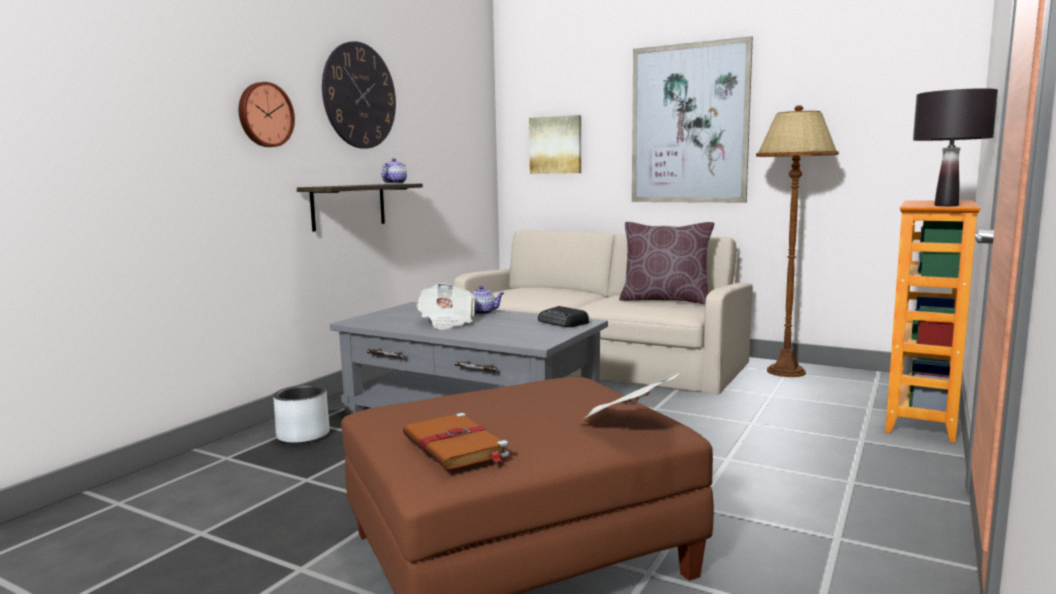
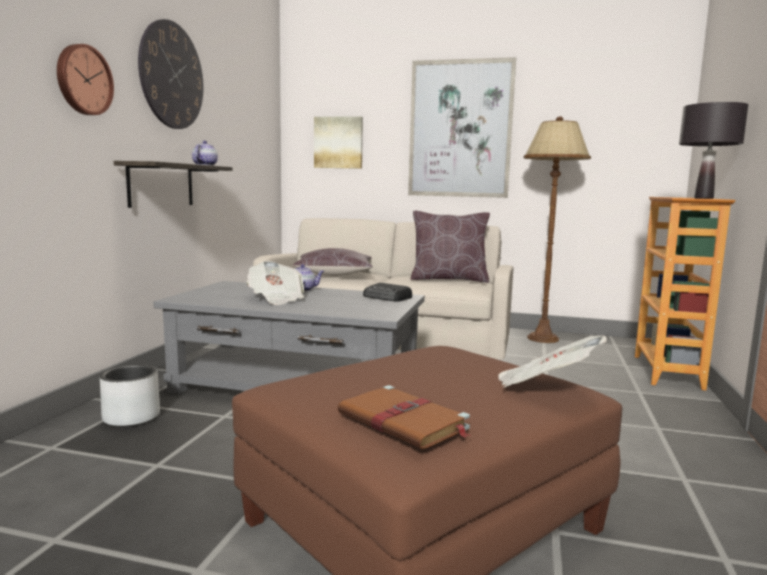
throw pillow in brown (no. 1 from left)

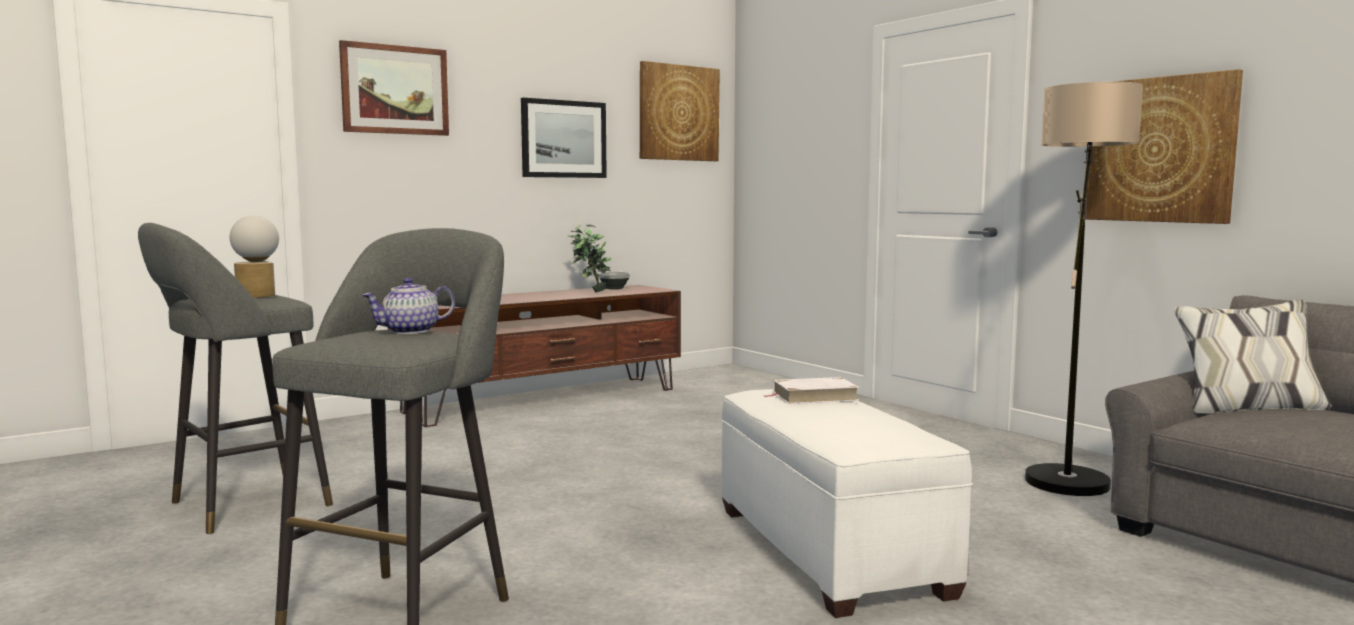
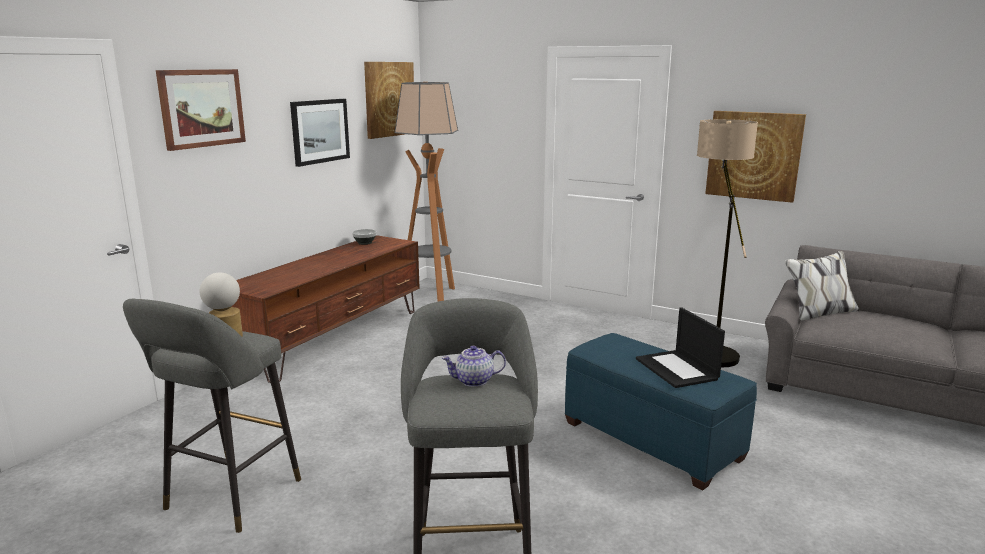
teapot
potted plant
ottoman in blue-coloured
book in white
standing lamp (no. 1 from left)
notebook computer

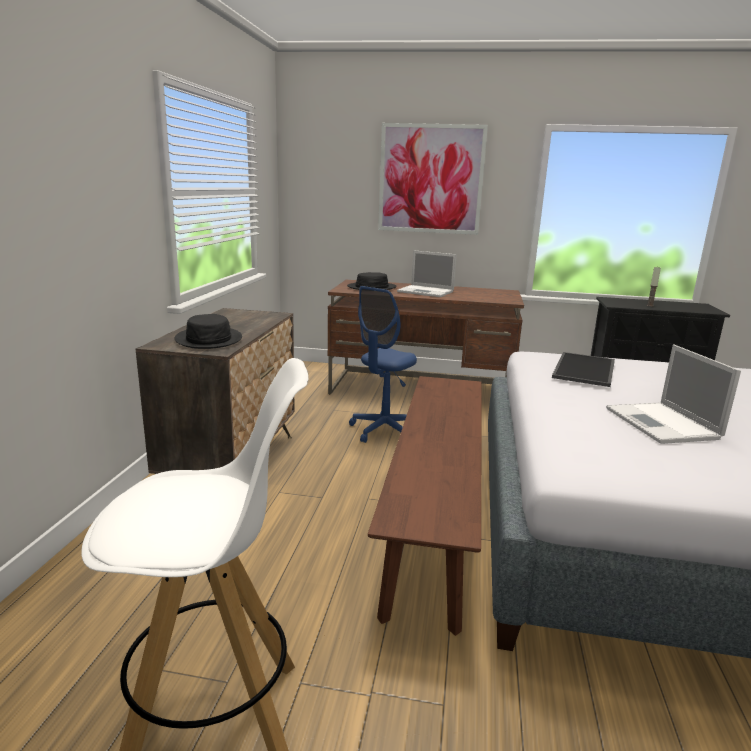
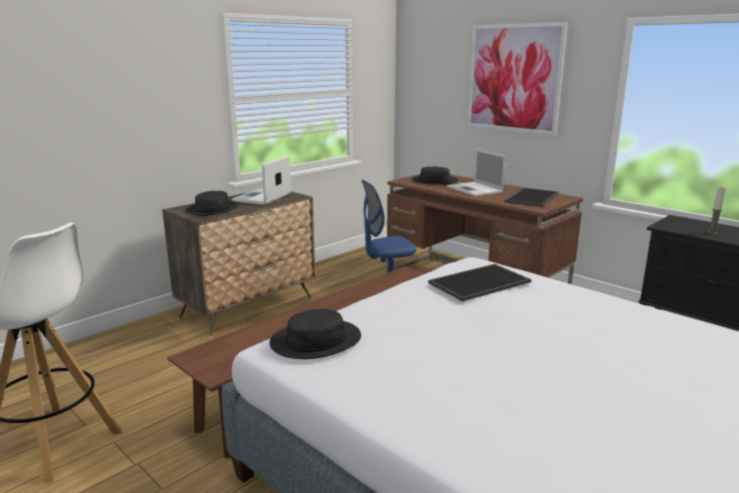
notebook computer (no. 1 from left)
clothing hat in black-coloured (no. 2 from left)
carrying tray (no. 2 from left)

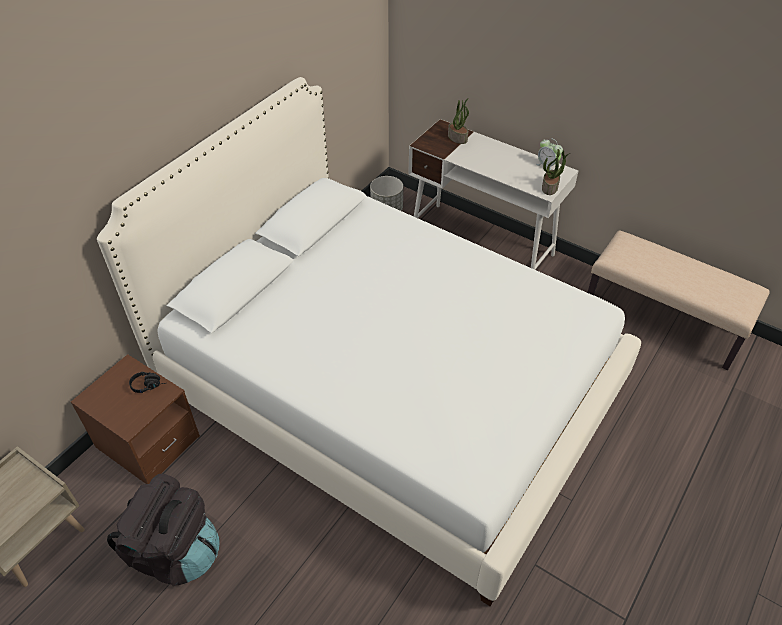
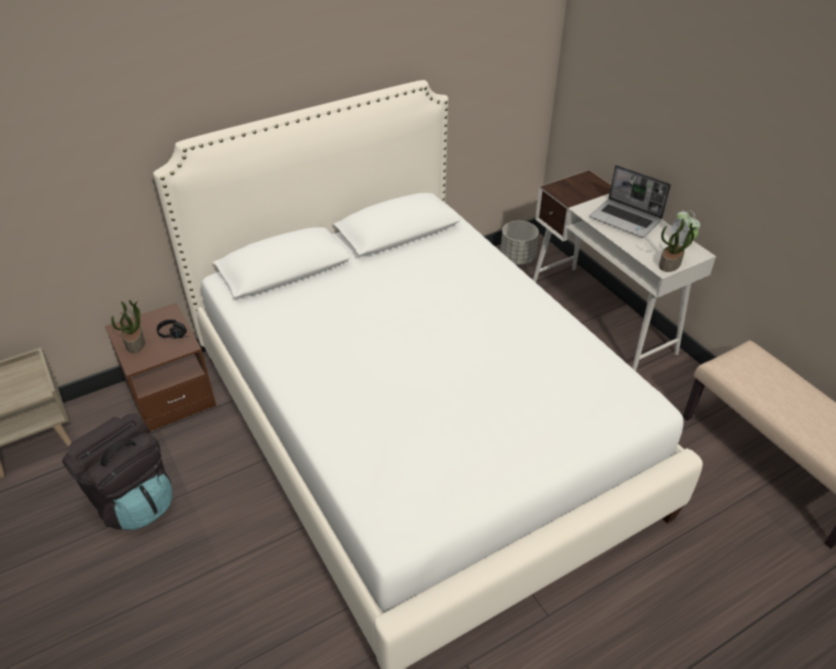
potted plant (no. 1 from left)
notebook computer

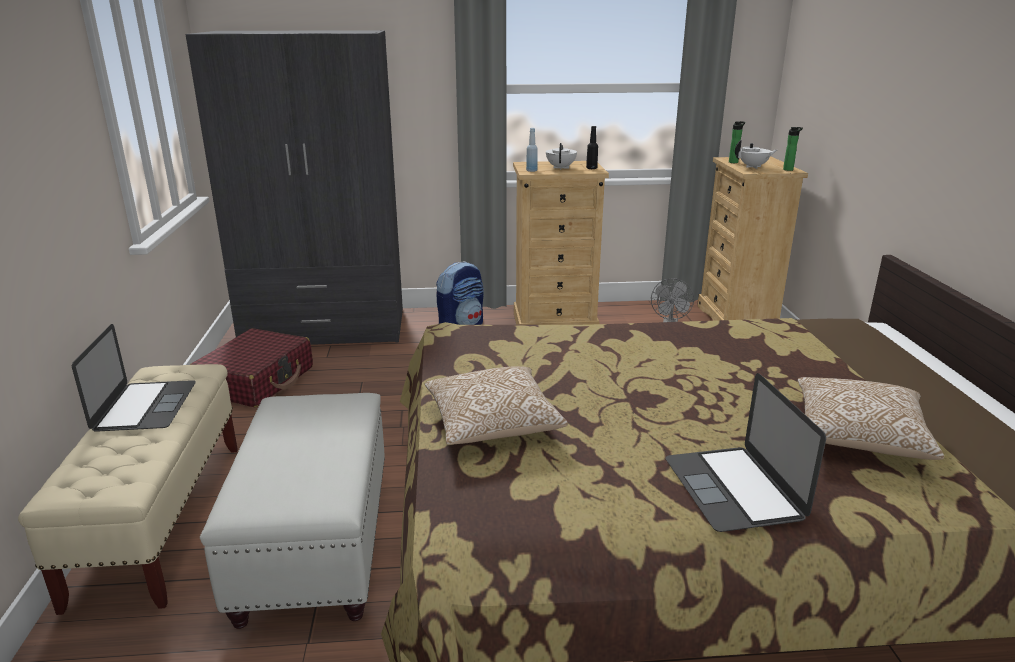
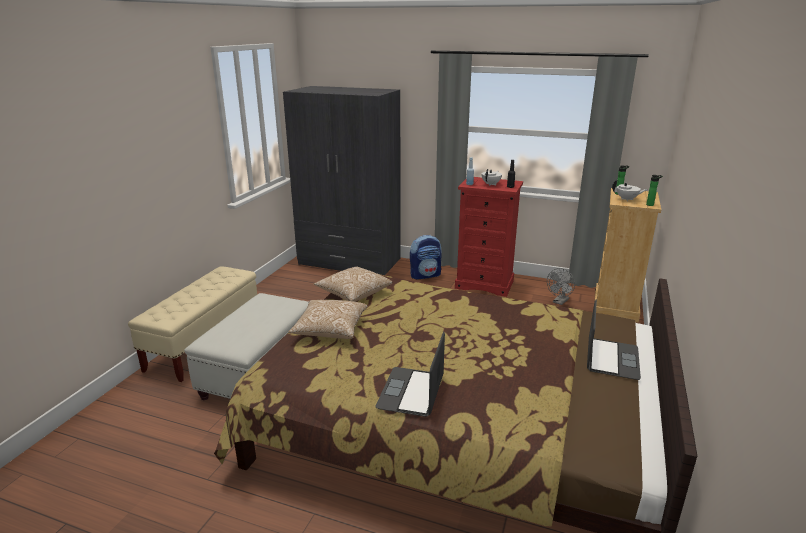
notebook computer (no. 2 from left)
travel case in reddish
chest of drawers in reddish
throw pillow (no. 2 from left)

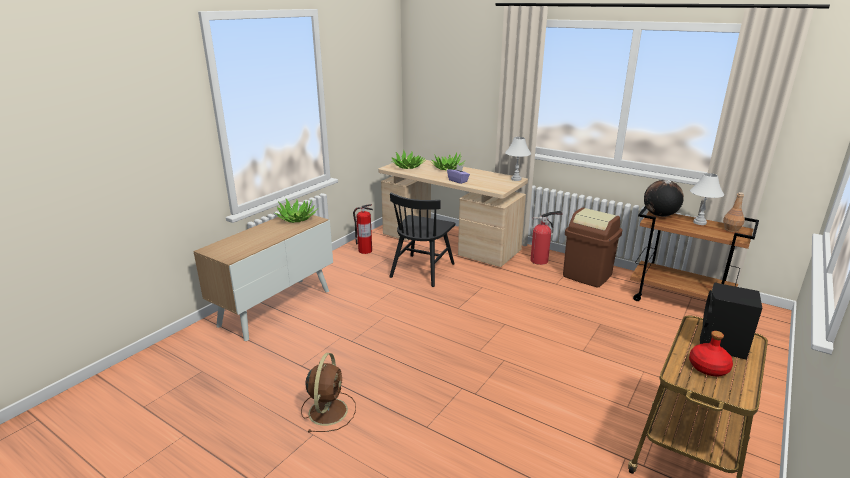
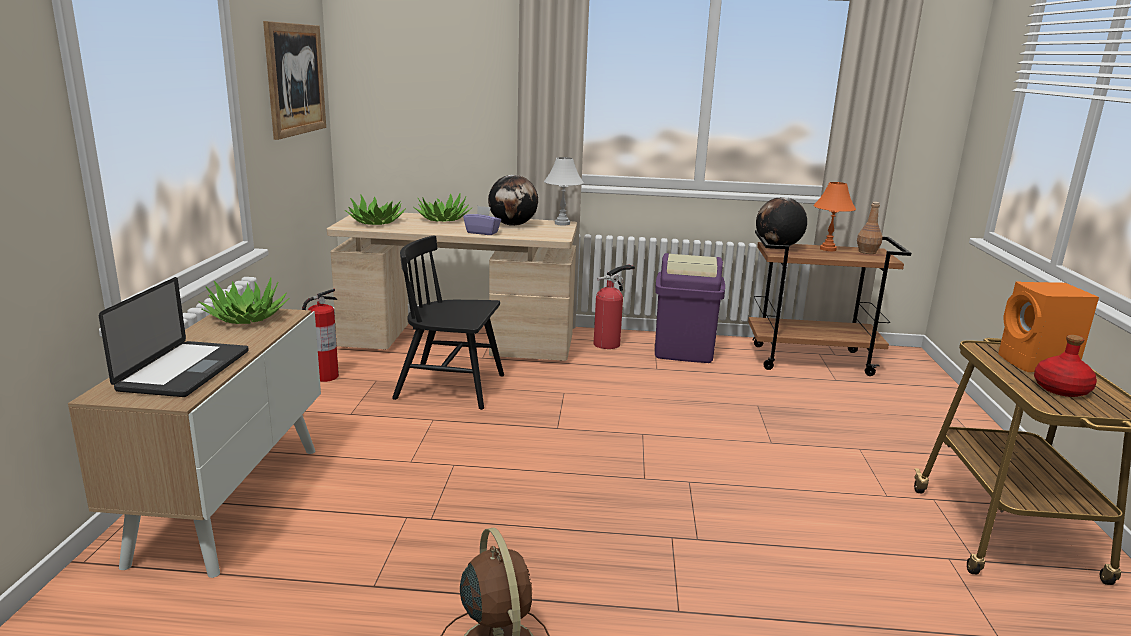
plain chair in black-coloured
rubbish bin in purple
tabletop lamp in orangey
speaker in orangey
notebook computer
wall art
globe (no. 1 from left)

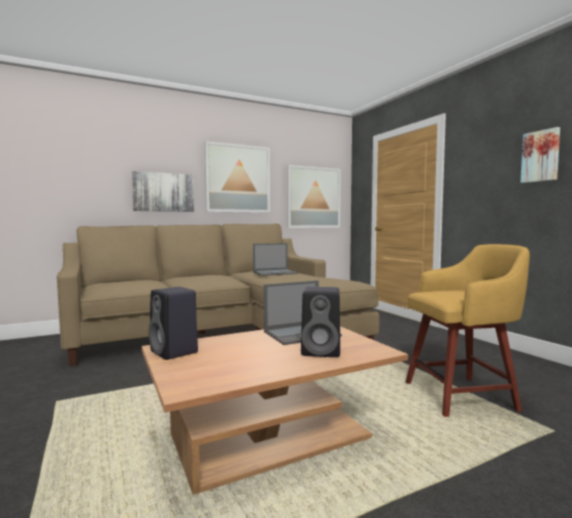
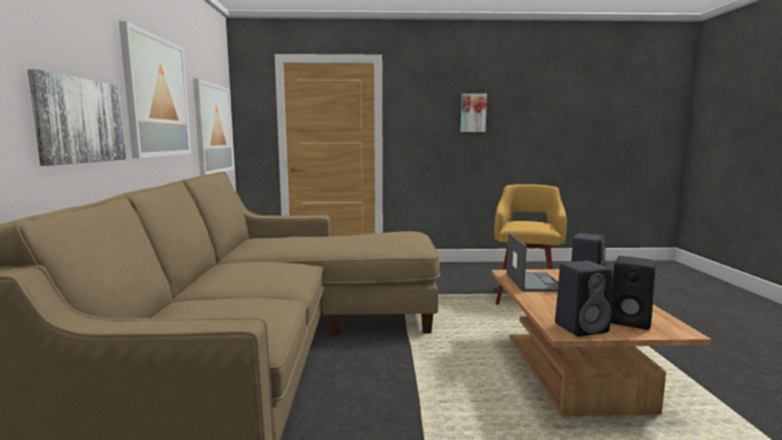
notebook computer (no. 1 from left in the first image)
speaker in black-coloured (no. 3 from left)

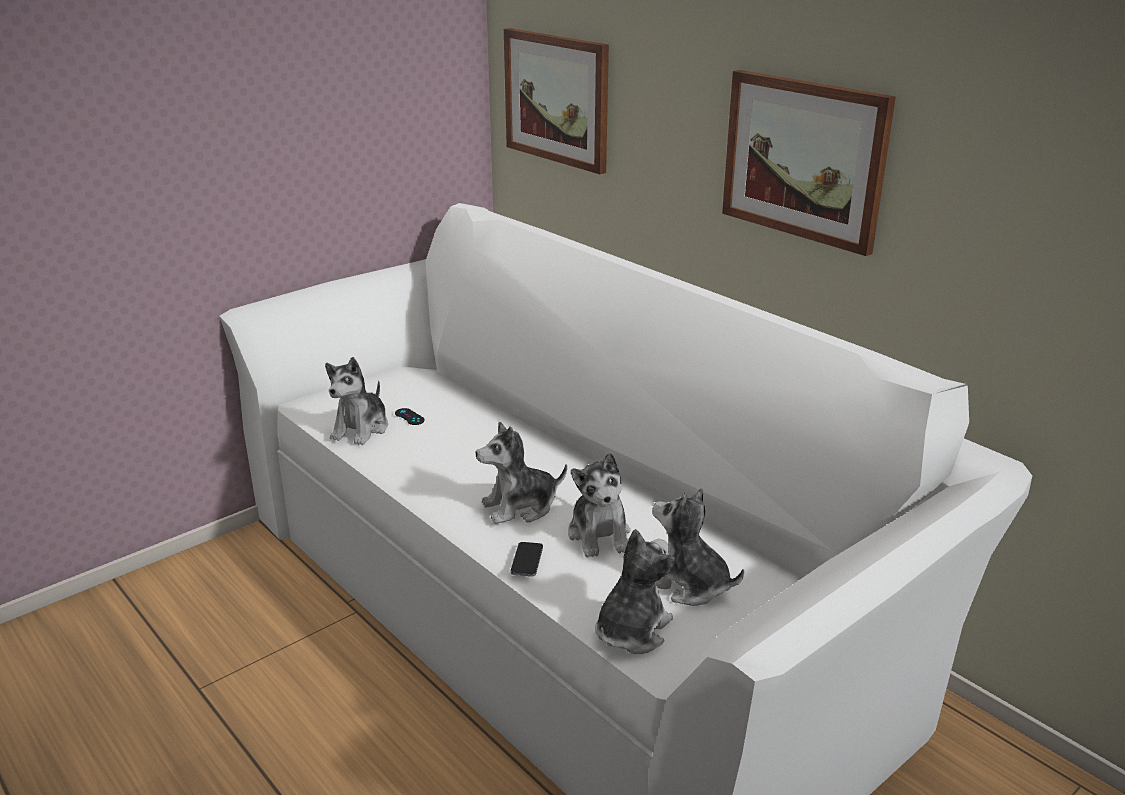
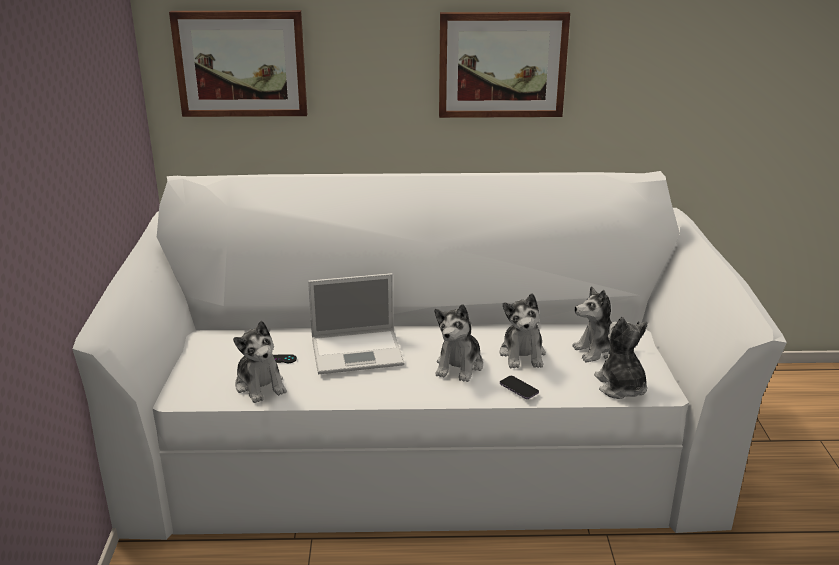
plush toy (no. 3 from left)
notebook computer

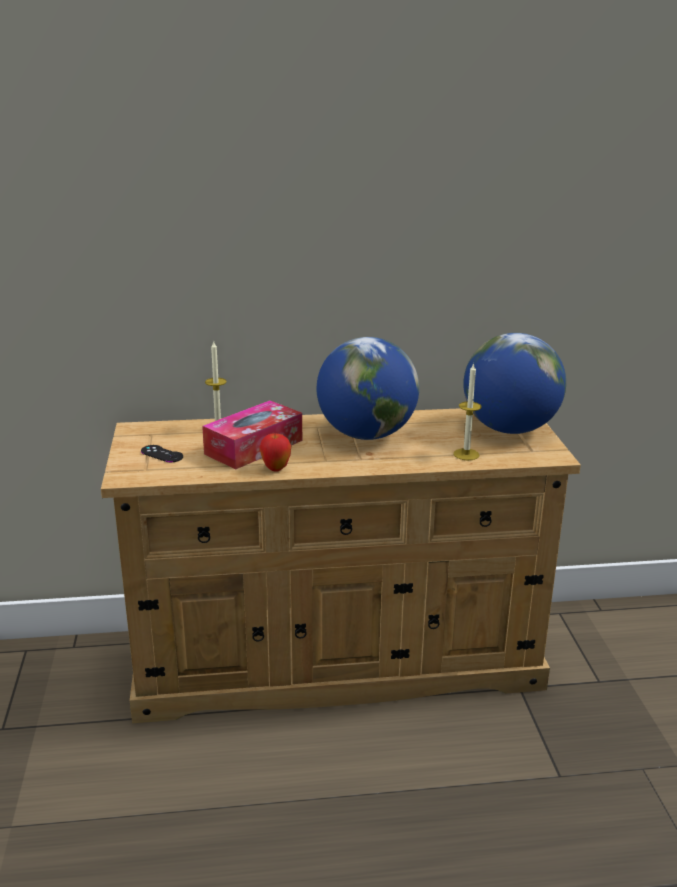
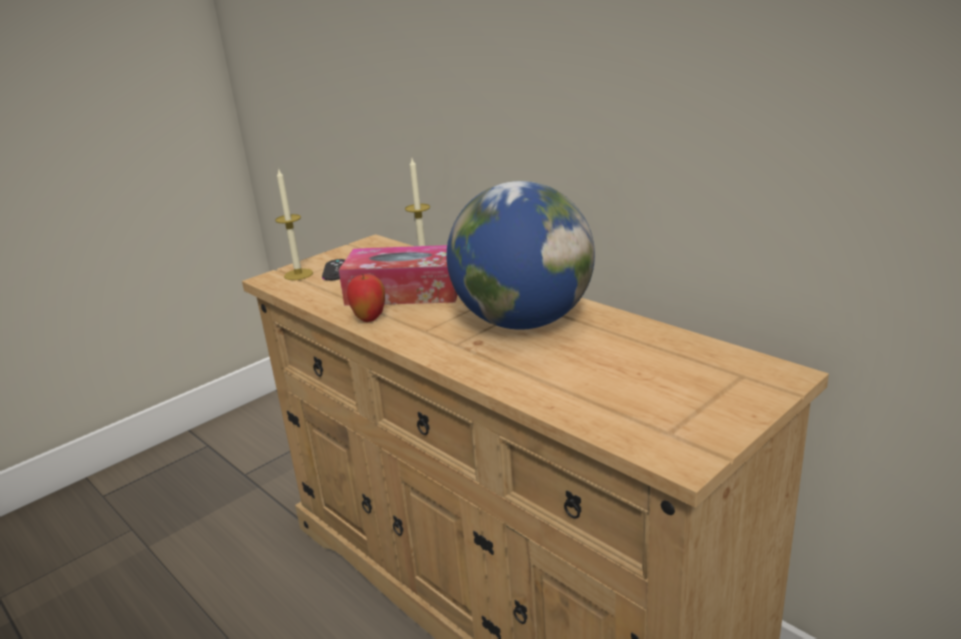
wax light (no. 1 from left)
globe (no. 2 from left in the first image)

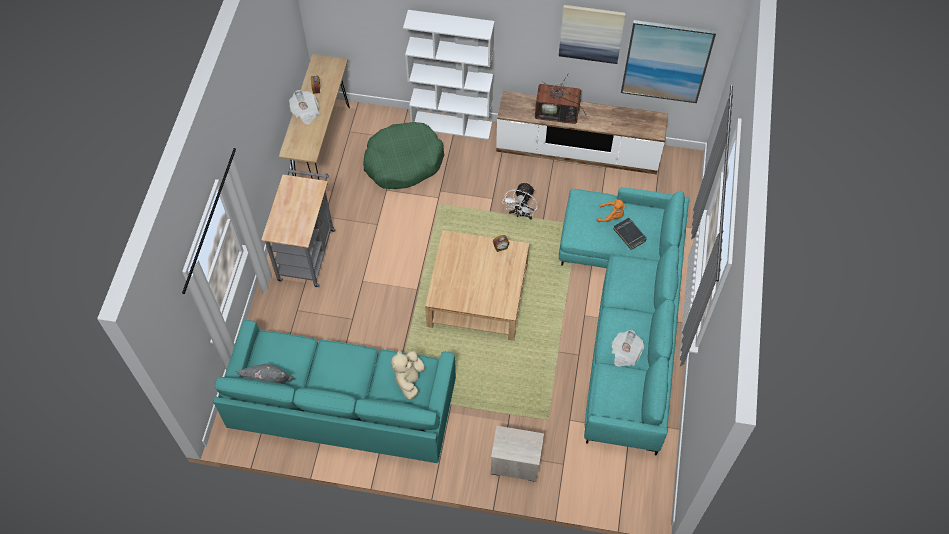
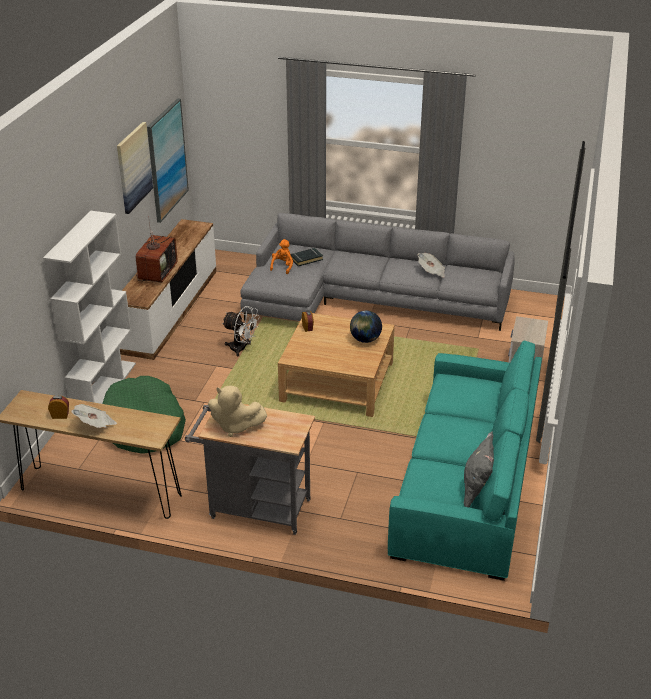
plush toy in beige
sofa in grey
globe

